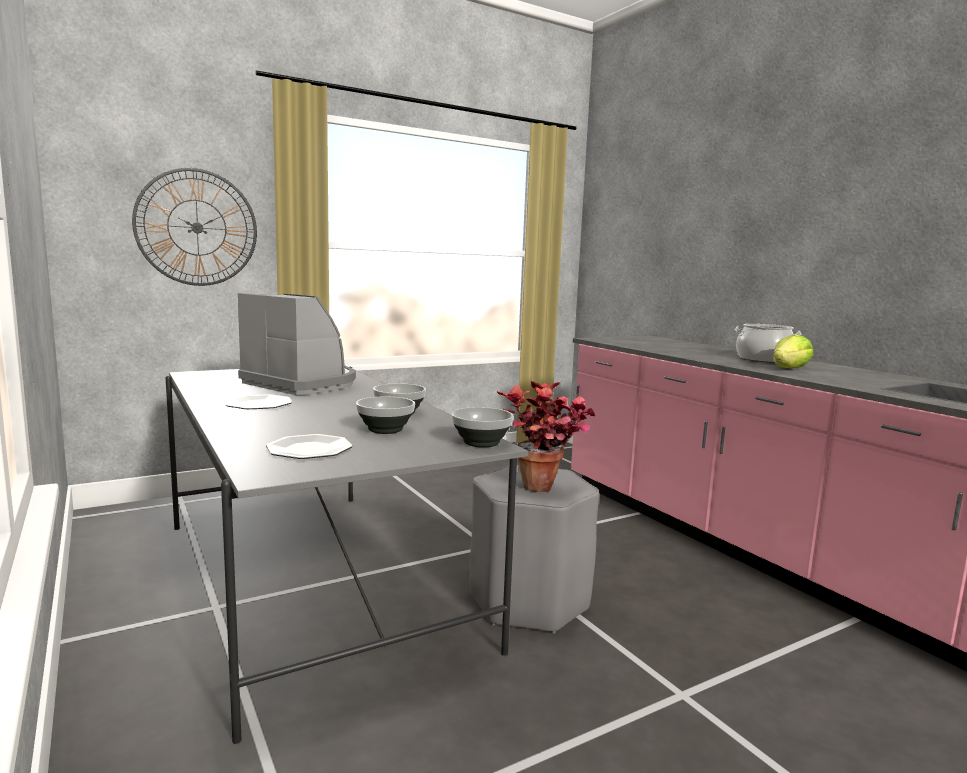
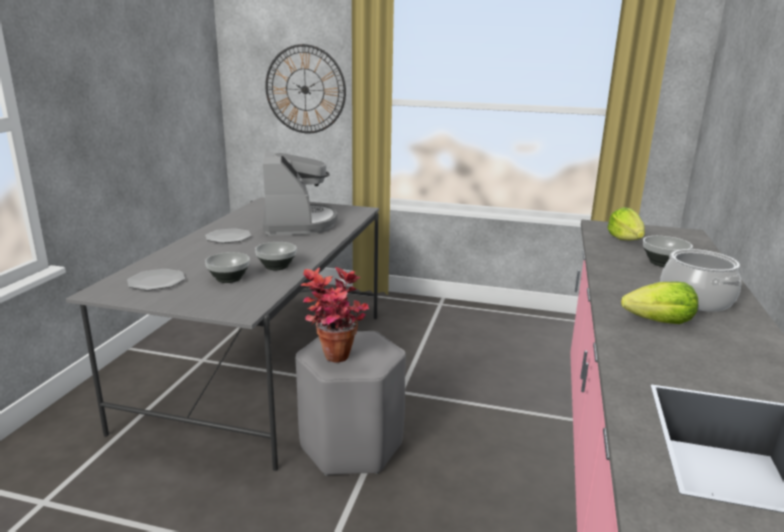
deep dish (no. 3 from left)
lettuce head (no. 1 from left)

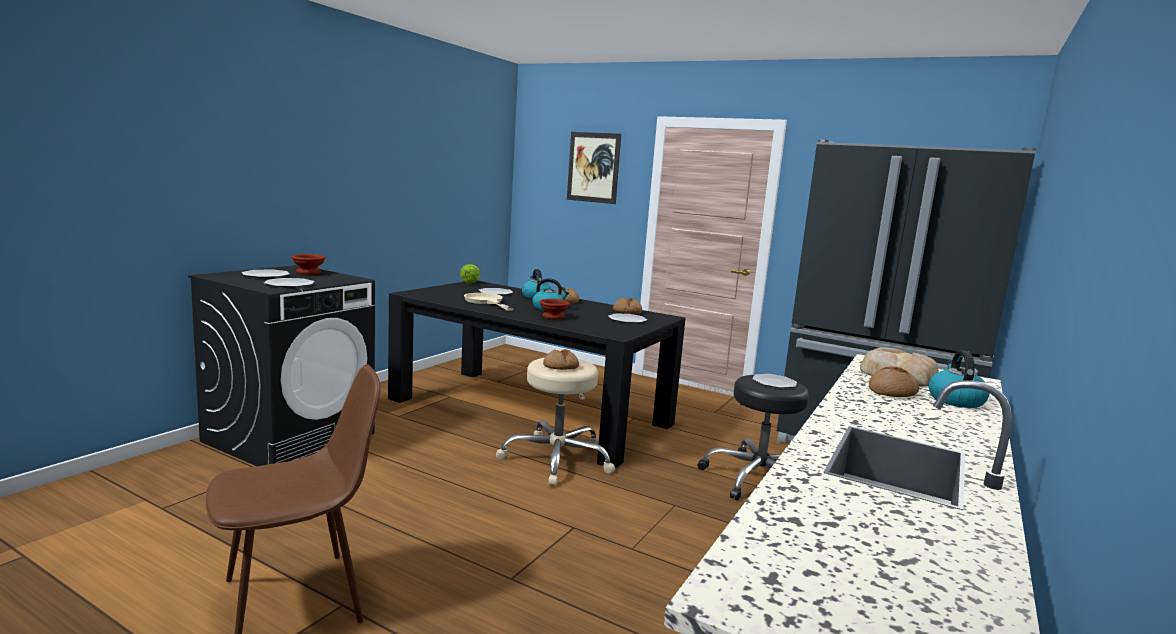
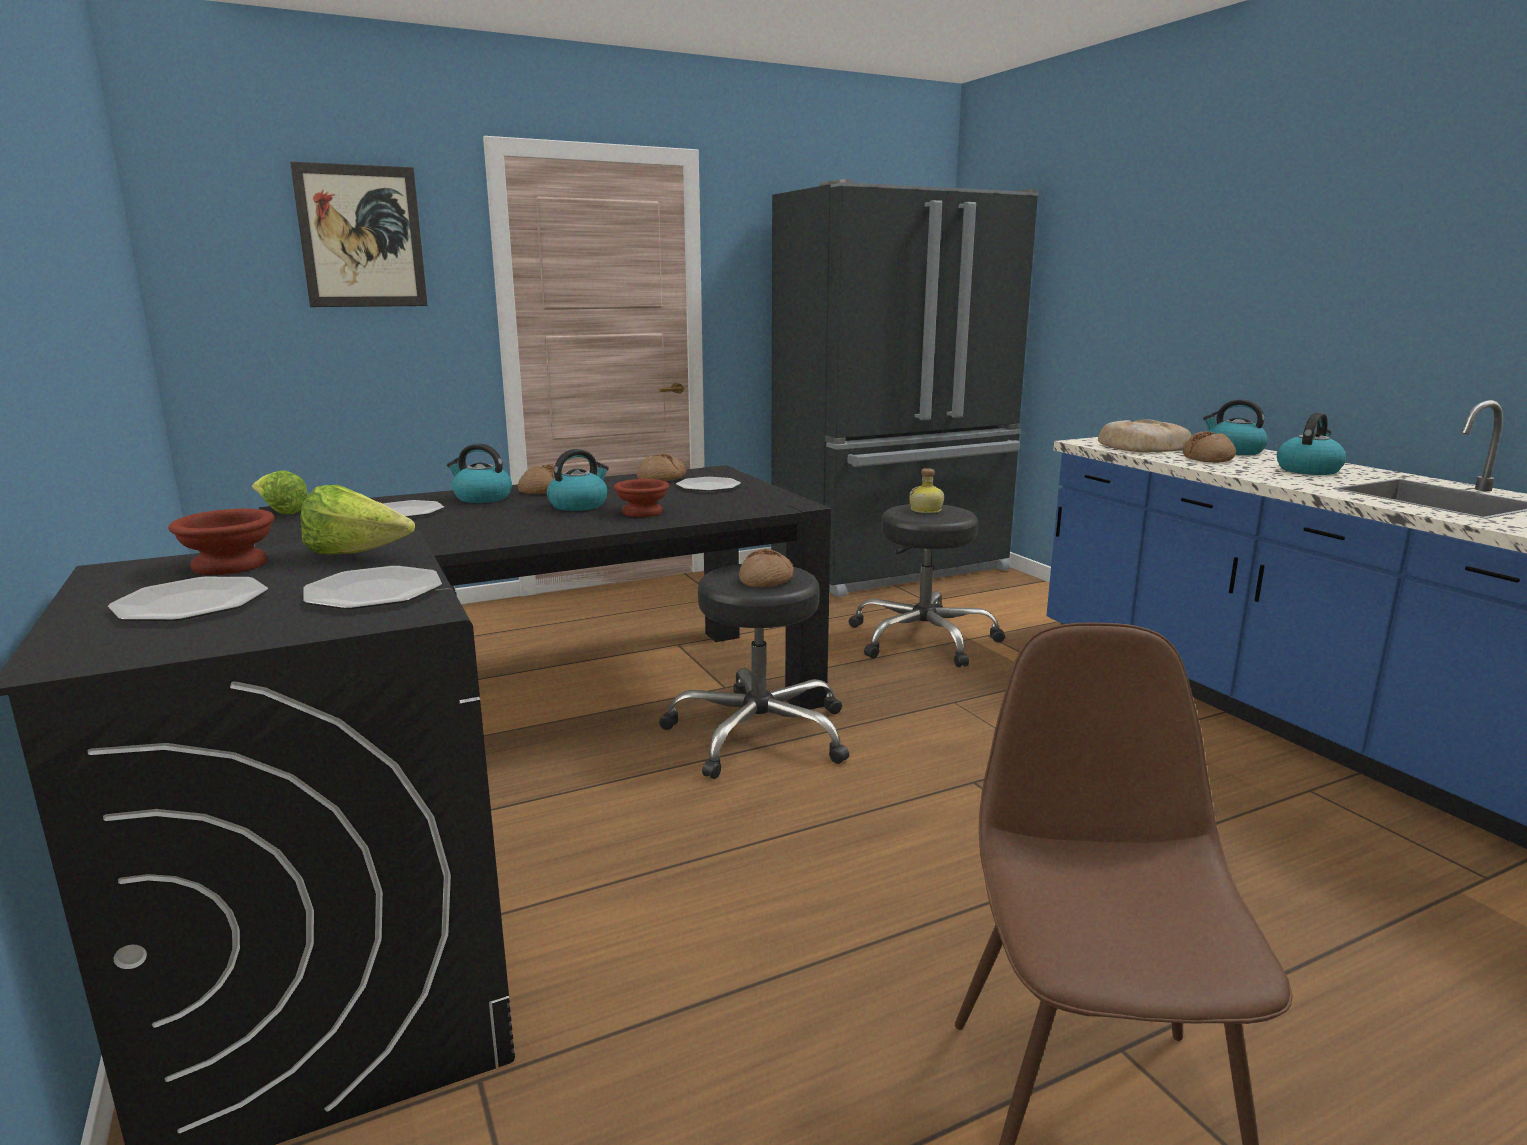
frying pan in beige
sitting stool in black-coloured (no. 1 from left)
drink bottle
lettuce head (no. 2 from left)
tea kettle (no. 4 from left)

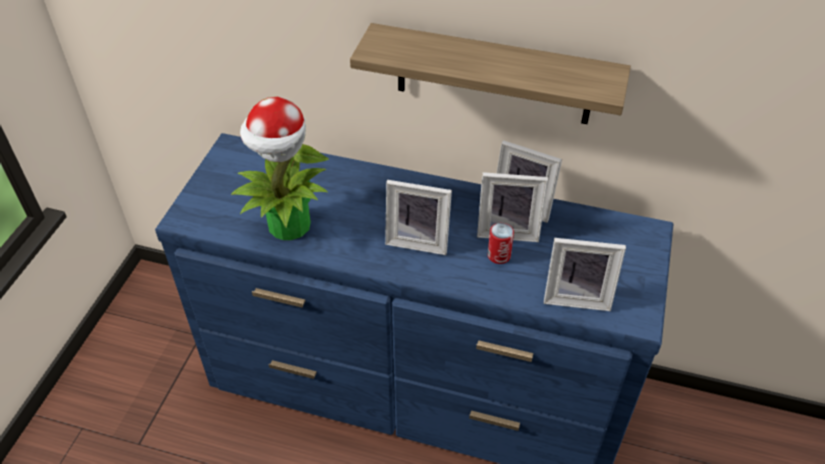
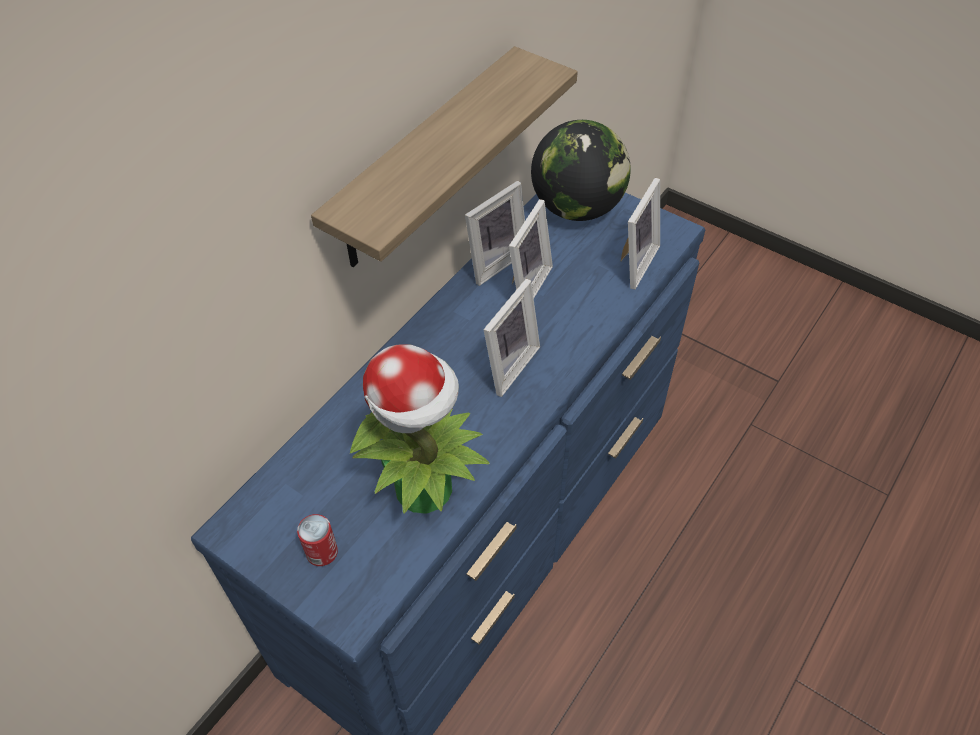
can
globe

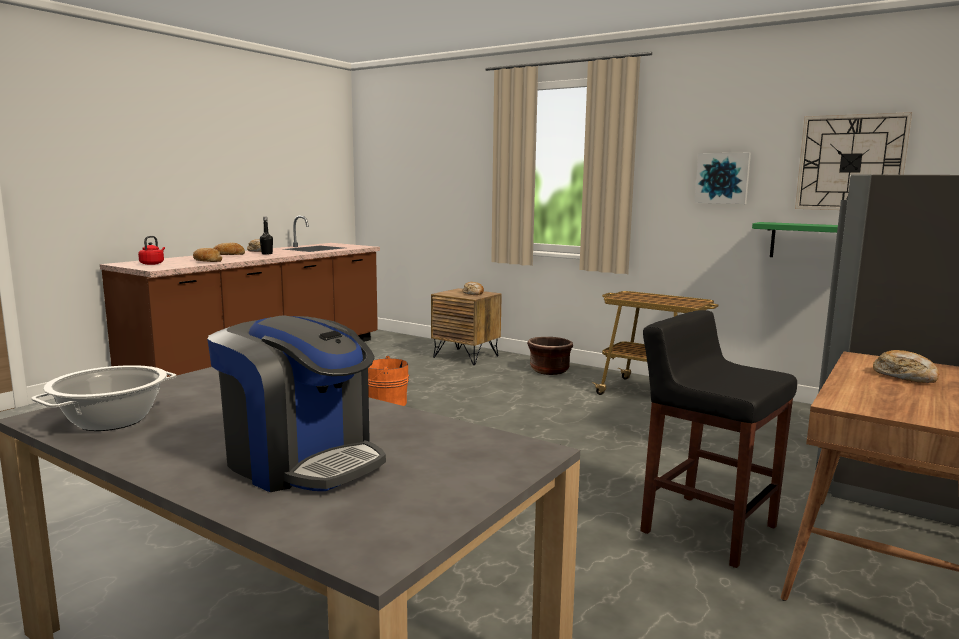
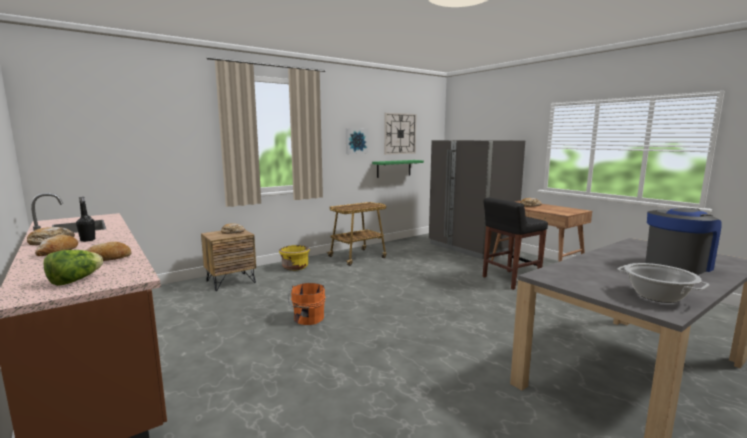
lettuce head
flower pot in yellow

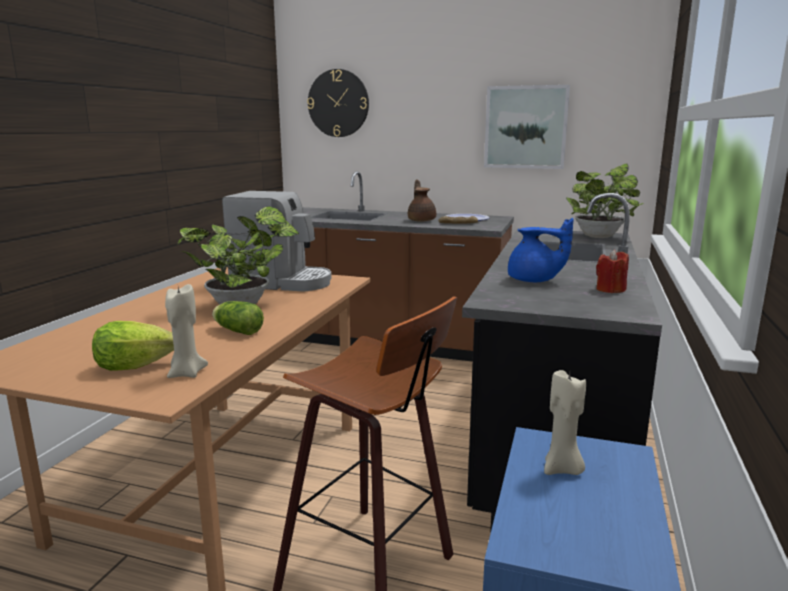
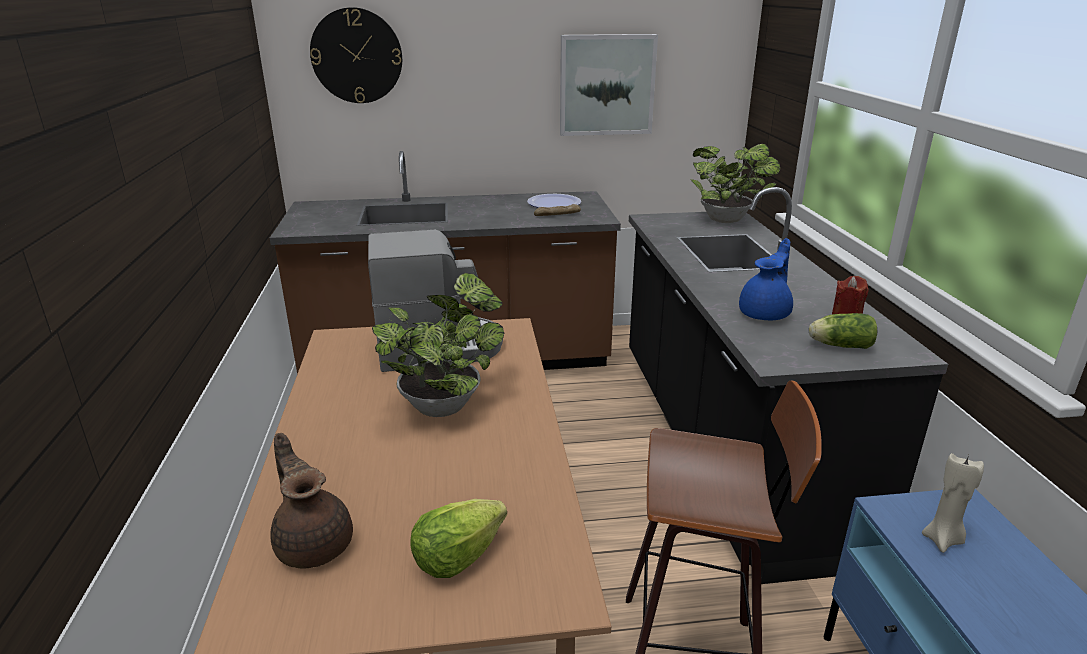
wax light in beige (no. 1 from left in the first image)
lettuce head (no. 2 from left)
teapot in brown
teapot in blue-coloured

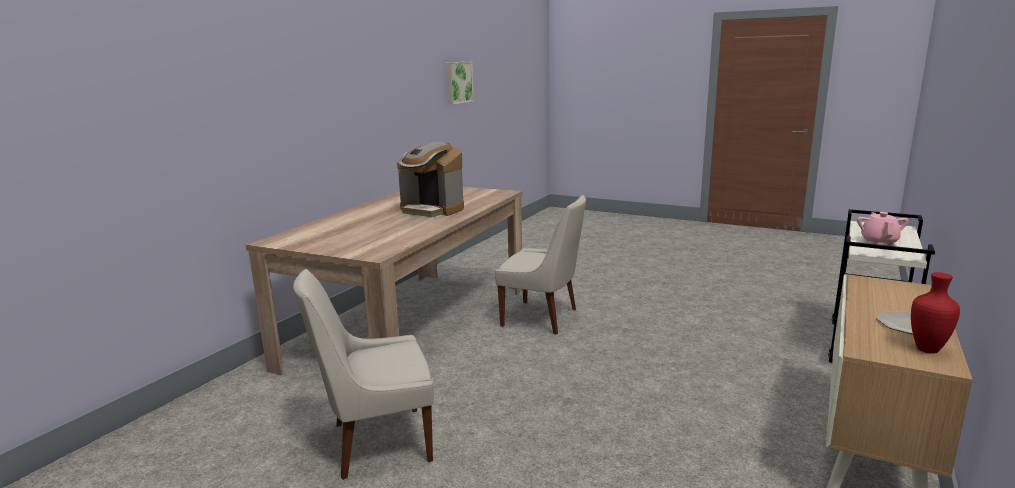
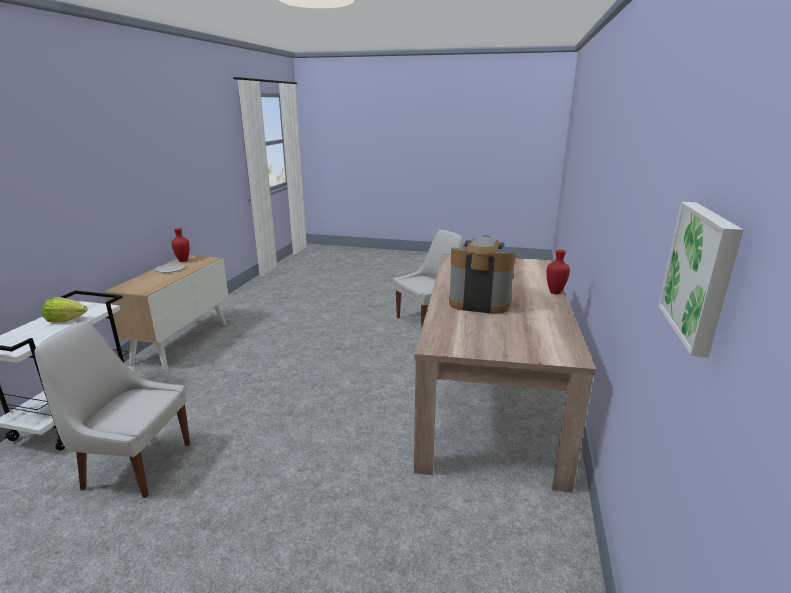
plain chair in white (no. 1 from left)
lettuce head
flower vase in reddish (no. 2 from left)

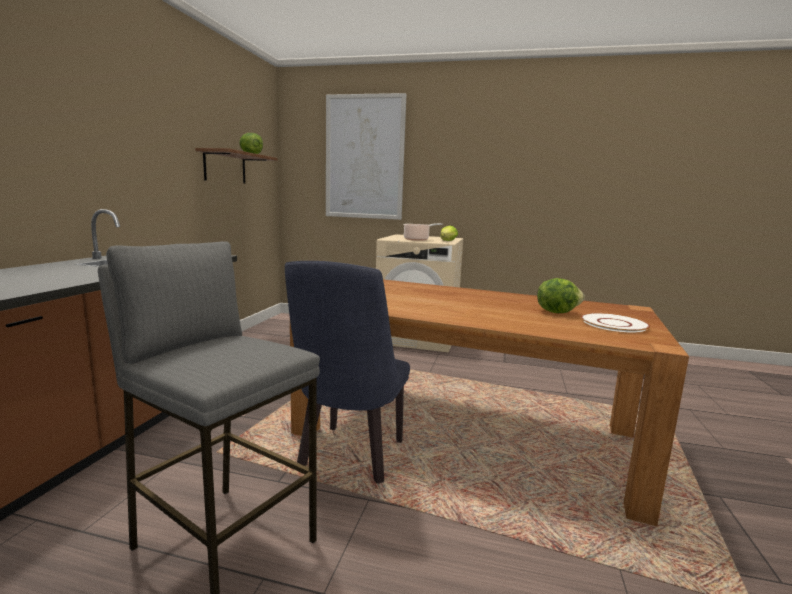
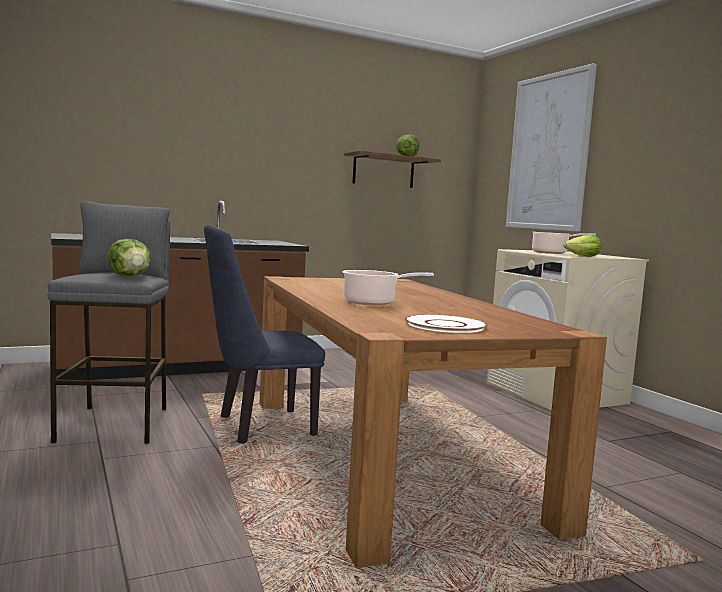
lettuce head (no. 1 from left)
saucepot (no. 1 from left)

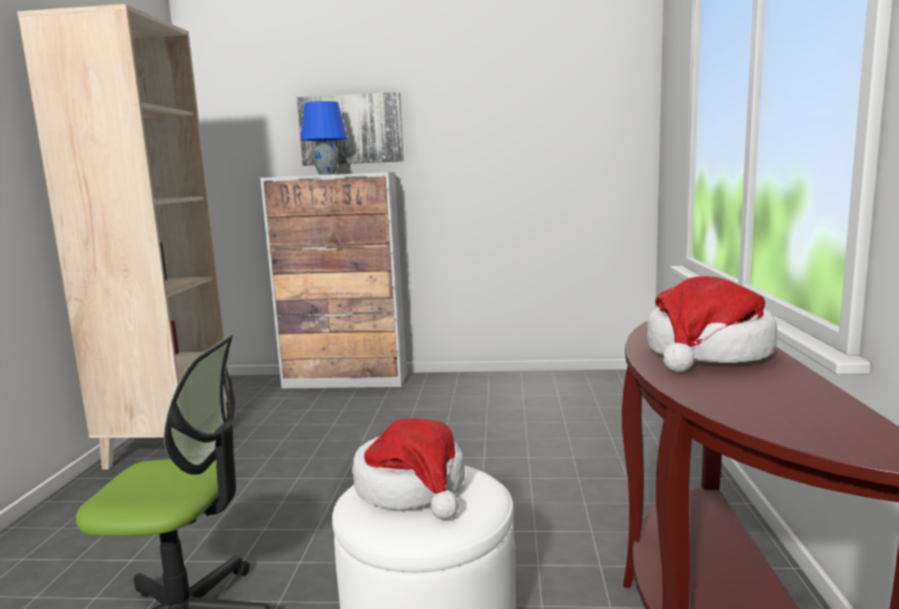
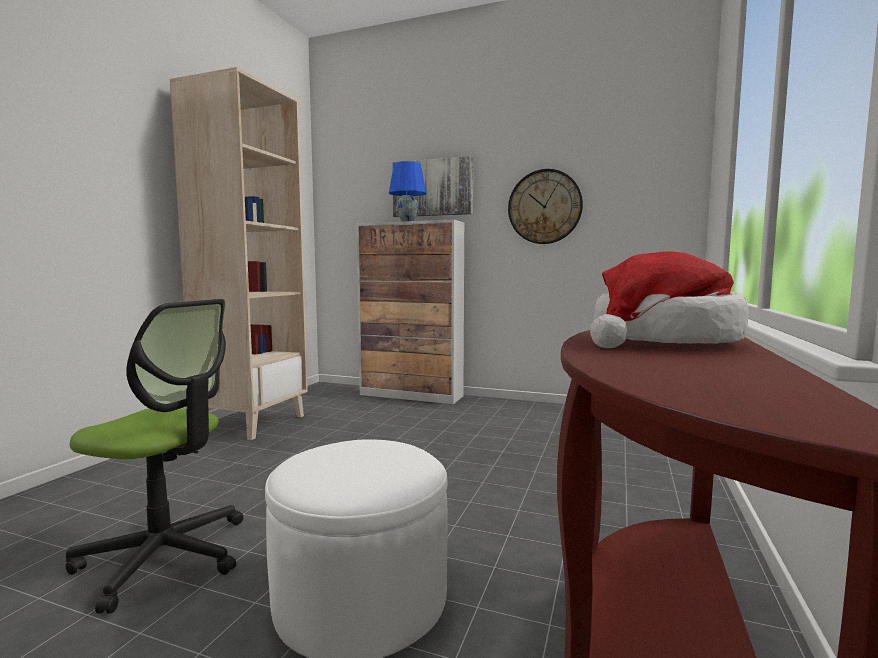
clothing hat (no. 1 from left in the first image)
wall clock

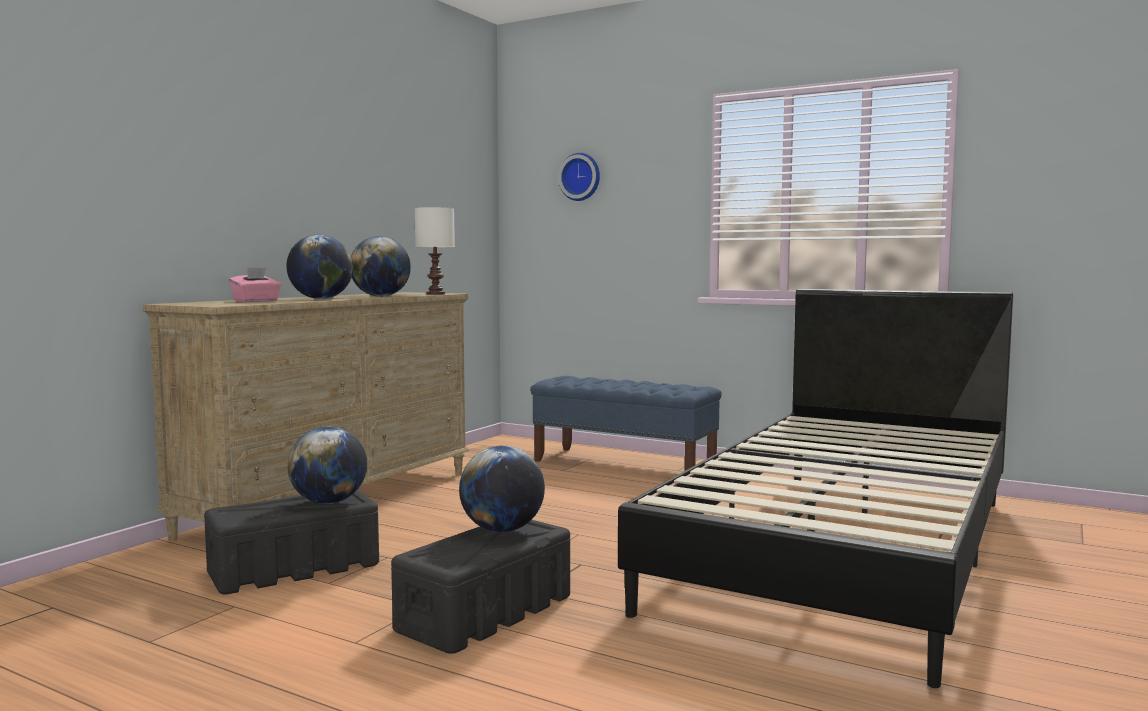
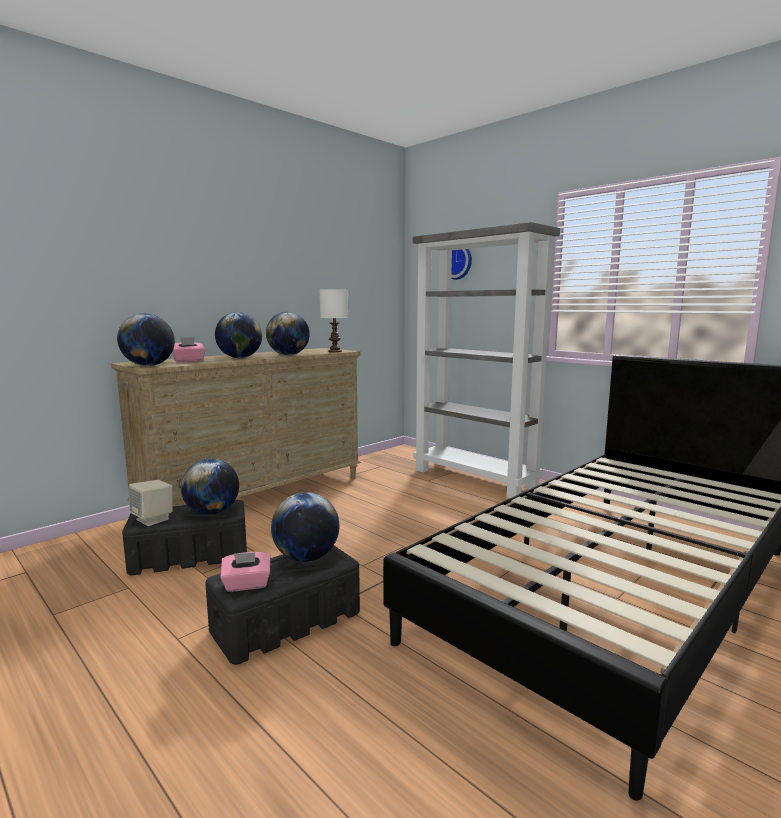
shelving unit in grey
globe (no. 1 from left)
speaker in beige
tissue box in pink-coloured (no. 2 from left)

